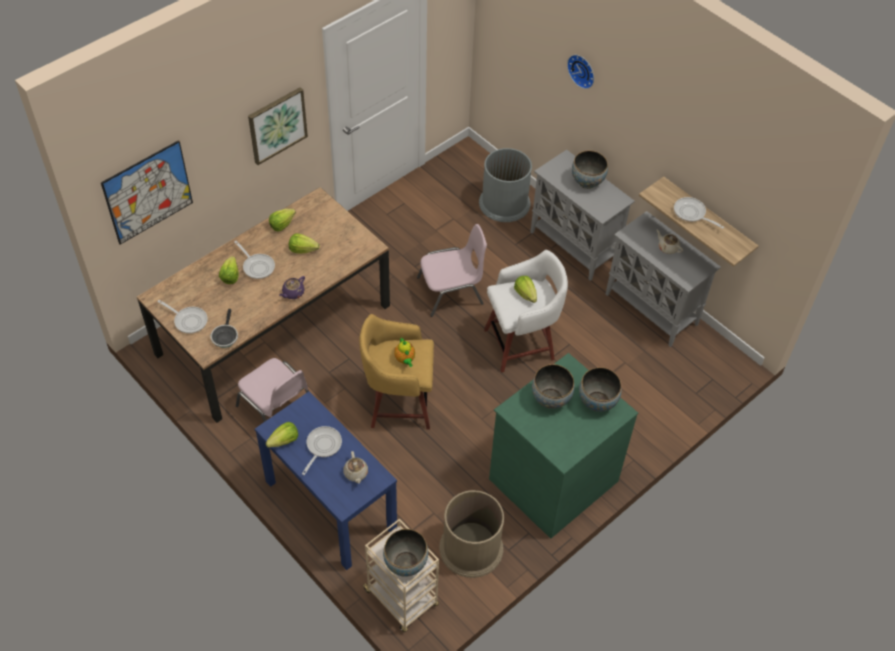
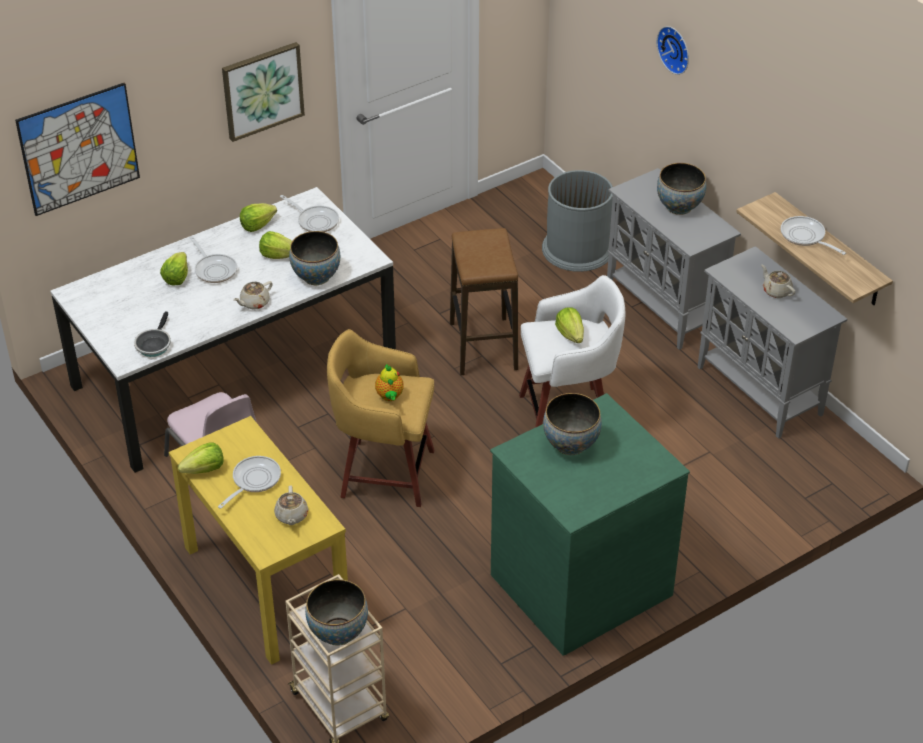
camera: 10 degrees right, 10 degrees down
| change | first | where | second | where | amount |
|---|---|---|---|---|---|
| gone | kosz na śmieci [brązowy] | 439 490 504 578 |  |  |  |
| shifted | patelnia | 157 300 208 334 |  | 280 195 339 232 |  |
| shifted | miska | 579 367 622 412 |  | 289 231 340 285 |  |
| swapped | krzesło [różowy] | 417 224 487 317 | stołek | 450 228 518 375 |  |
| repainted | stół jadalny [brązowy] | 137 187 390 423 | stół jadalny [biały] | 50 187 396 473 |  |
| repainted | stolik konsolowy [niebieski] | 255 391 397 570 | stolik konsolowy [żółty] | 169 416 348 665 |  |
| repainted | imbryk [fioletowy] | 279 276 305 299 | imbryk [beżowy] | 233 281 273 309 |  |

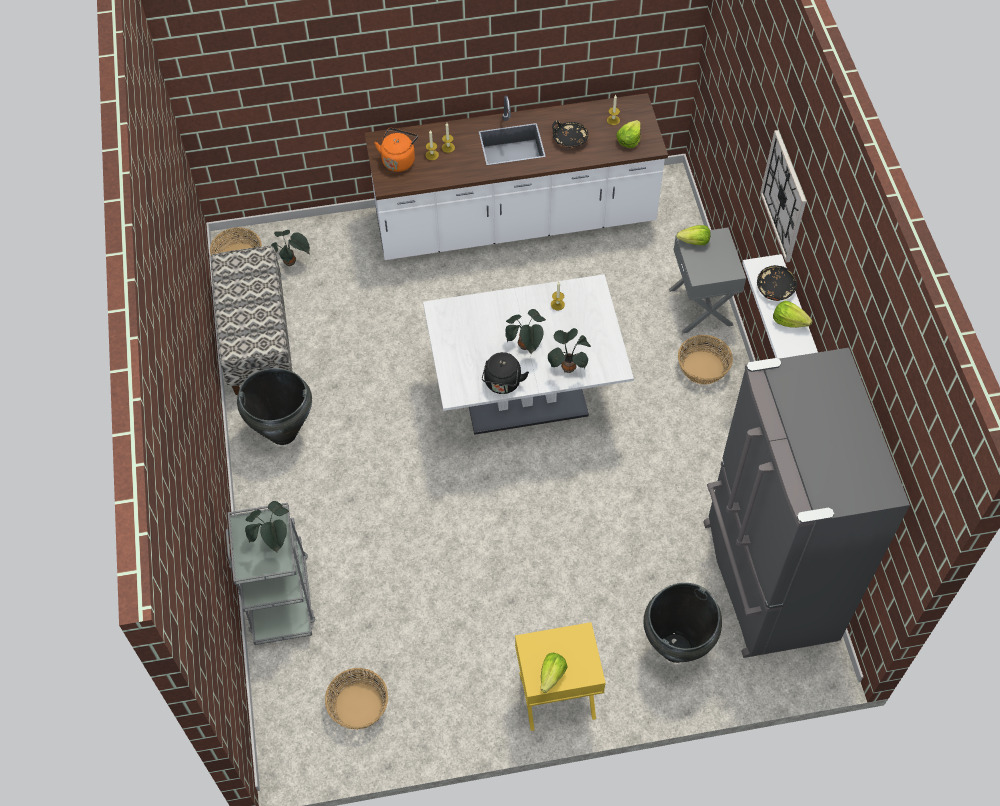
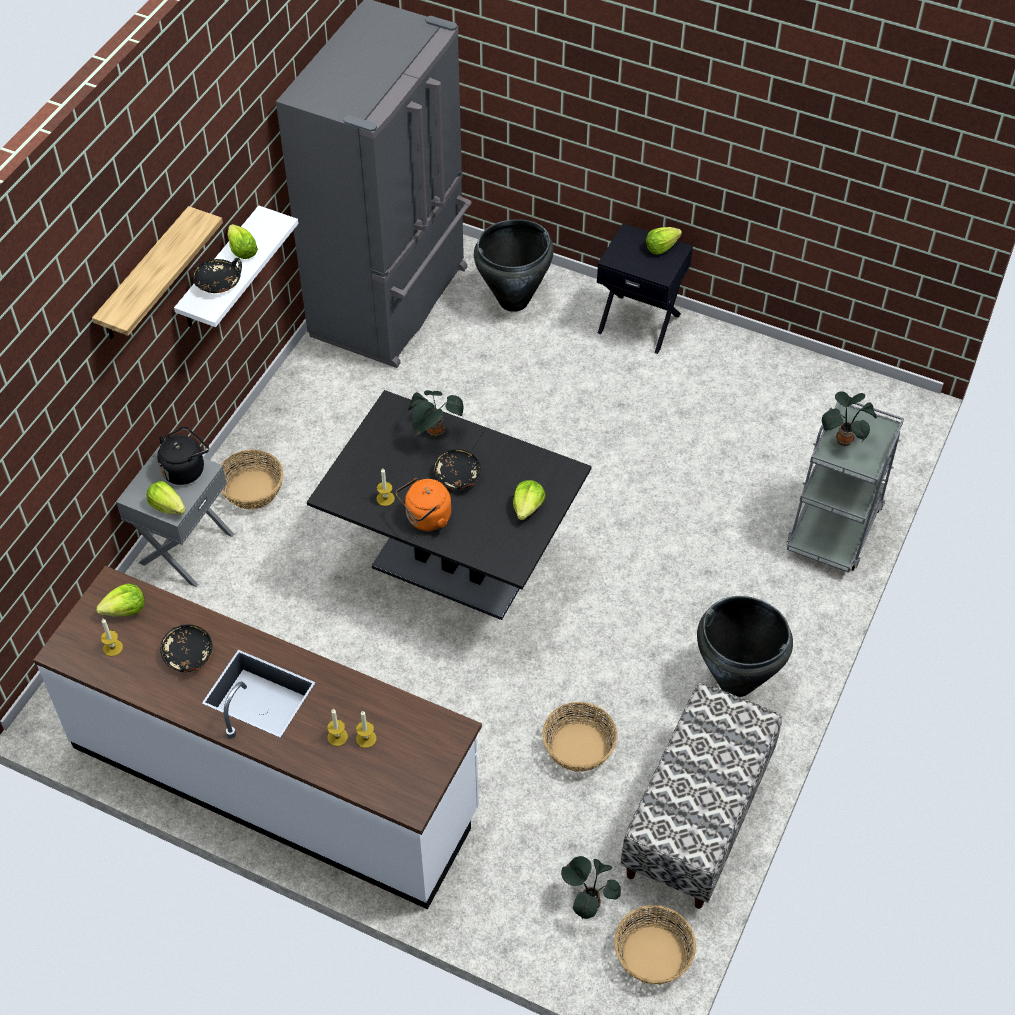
camera: 145 degrees left, 5 degrees down
| change | first | where | second | where | amount |
|---|---|---|---|---|---|
| new |  |  | sałata | 513 480 546 520 |  |
| shifted | koszyk | 325 668 388 730 |  | 542 702 618 772 |  |
| shifted | czajnik [pomarańczowy] | 374 128 418 172 |  | 396 478 451 531 |  |
| shifted | czajnik [czarny] | 482 352 529 394 |  | 157 426 209 485 |  |
| swapped | roślina doniczkowa | 505 309 546 355 | miska [czarny] | 434 449 481 490 |  |
| swapped | zegar ścienny | 760 130 806 263 | półka | 92 206 223 339 |  |
| repainted | stół jadalny [biały] | 423 274 634 435 | stół jadalny [czarny] | 307 390 591 620 |  |
| repainted | szafka nocna [żółty] | 515 622 606 731 | szafka nocna [czarny] | 597 223 693 354 |  |

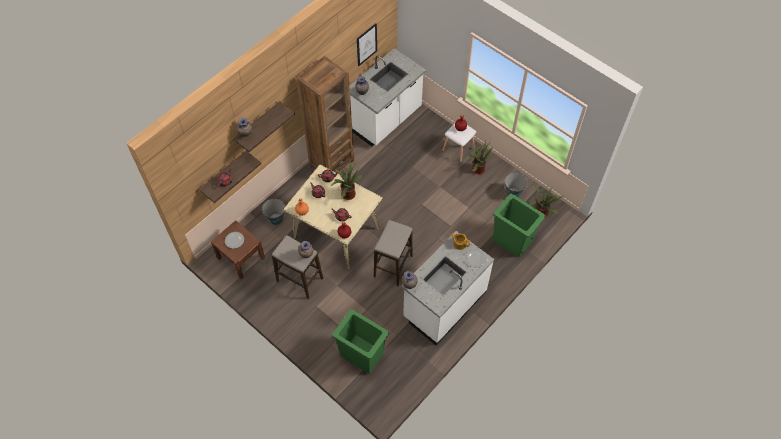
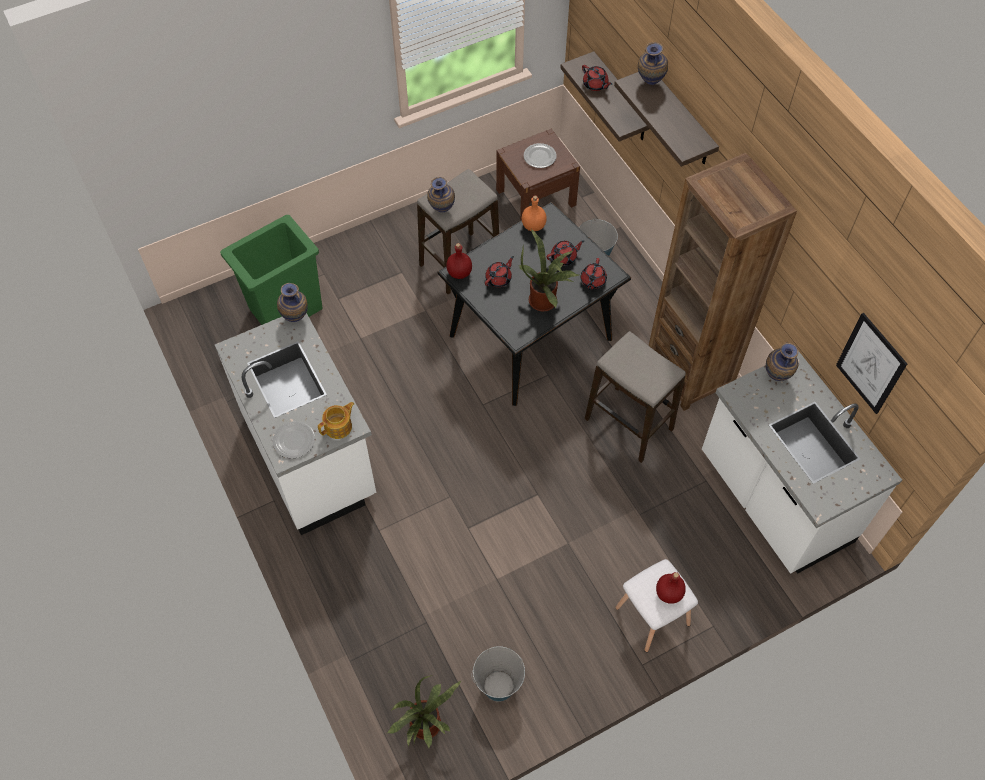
camera: 110 degrees right, 0 degrees up
| change | first | where | second | where | amount |
|---|---|---|---|---|---|
| gone | roślina doniczkowa | 466 140 494 175 |  |  |  |
| gone | kosz na śmieci [zielony] | 493 194 546 258 |  |  |  |
| shifted | stołek | 374 220 413 286 |  | 585 331 686 463 |  |
| repainted | stół jadalny [beżowy] | 283 165 383 269 | stół jadalny [czarny] | 438 202 631 406 |  |

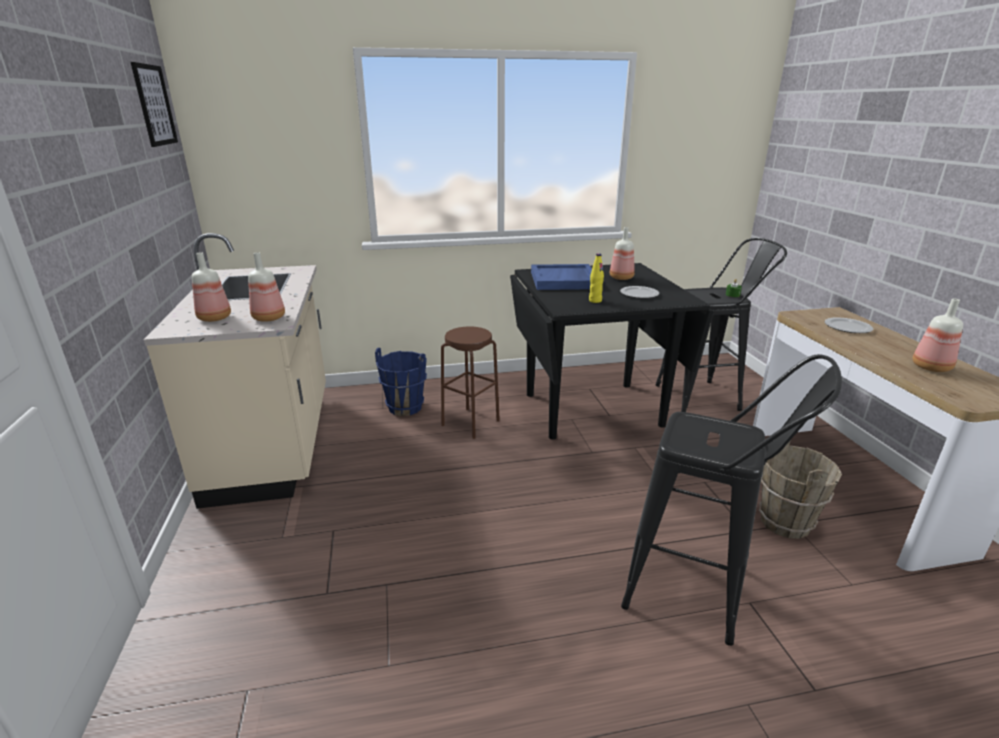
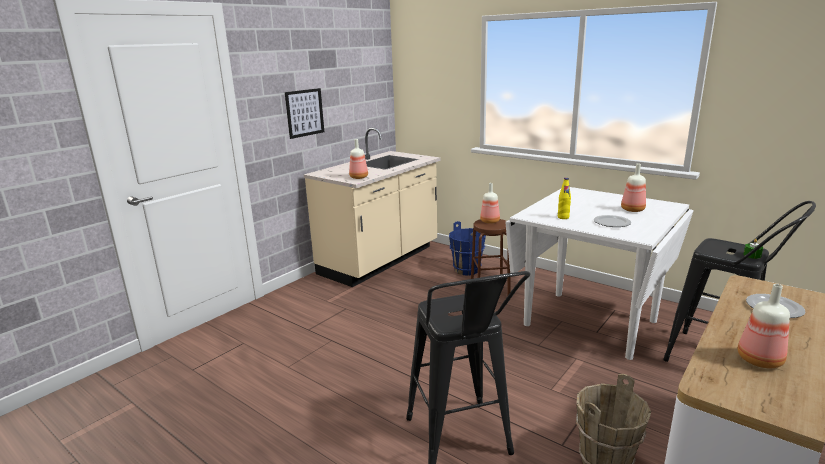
camera: 50 degrees right, 5 degrees down
| change | first | where | second | where | amount |
|---|---|---|---|---|---|
| gone | taca [niebieski] | 531 264 592 290 |  |  |  |
| shifted | obraz | 131 62 178 147 |  | 285 88 324 139 |  |
| shifted | butelka | 192 252 231 322 |  | 480 183 500 224 |  |
| repainted | stół jadalny [czarny] | 510 263 714 440 | stół jadalny [biały] | 505 187 694 360 |  |

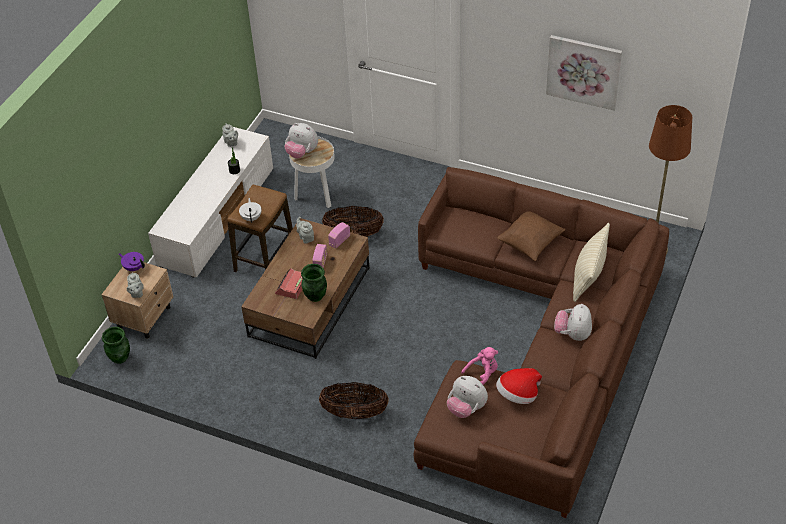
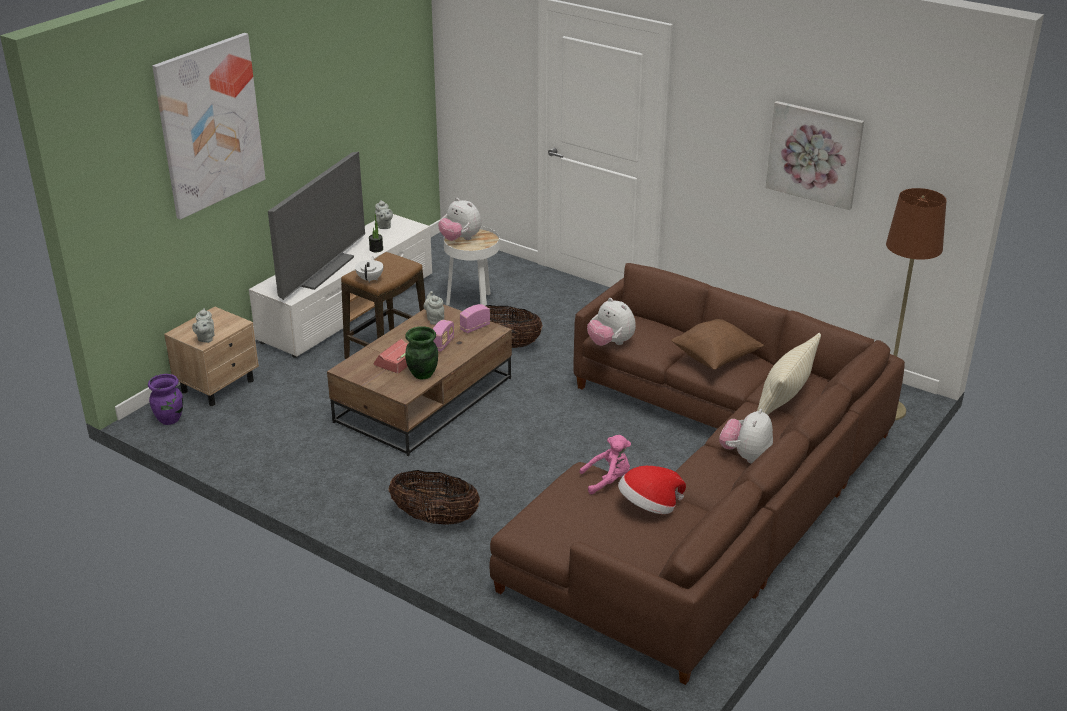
camera: 10 degrees right, 15 degrees down
| change | first | where | second | where | amount |
|---|---|---|---|---|---|
| gone | imbryk [fioletowy] | 119 252 145 272 |  |  |  |
| new |  |  | obraz | 152 33 265 220 |  |
| new |  |  | telewizor | 268 152 365 300 |  |
| shifted | pluszak | 447 376 488 418 |  | 587 298 636 346 |  |
| repainted | wazon [zielony] | 102 327 130 364 | wazon [fioletowy] | 148 374 183 425 |  |

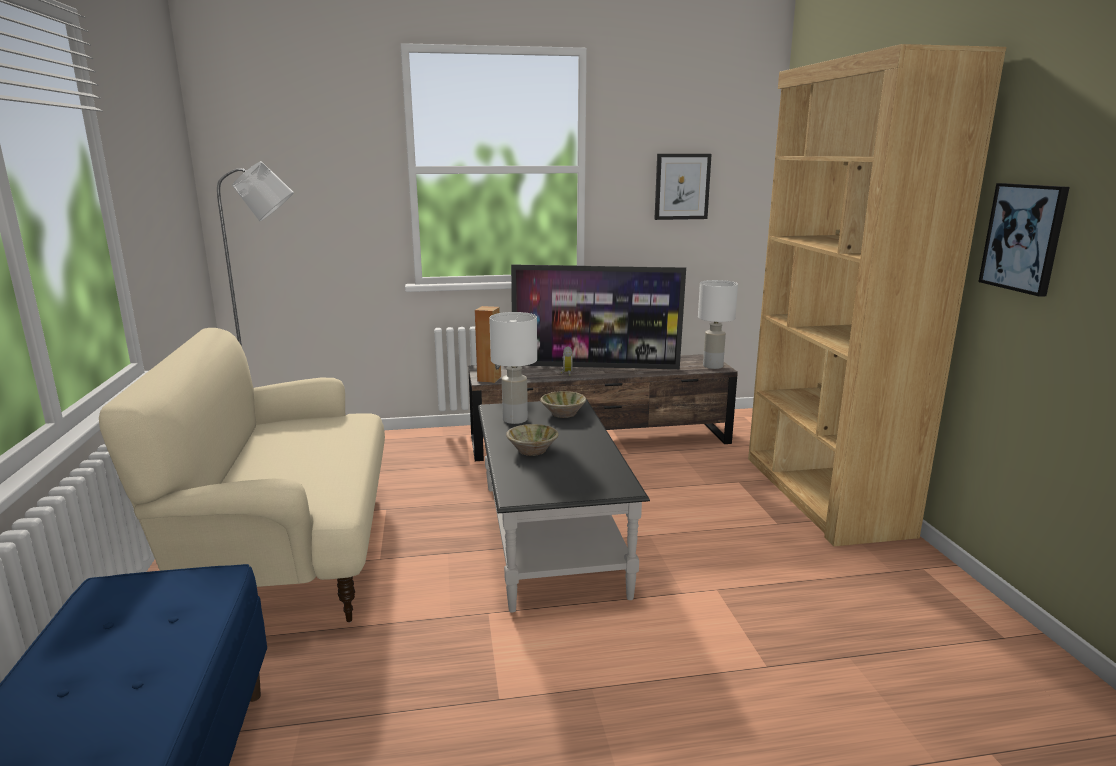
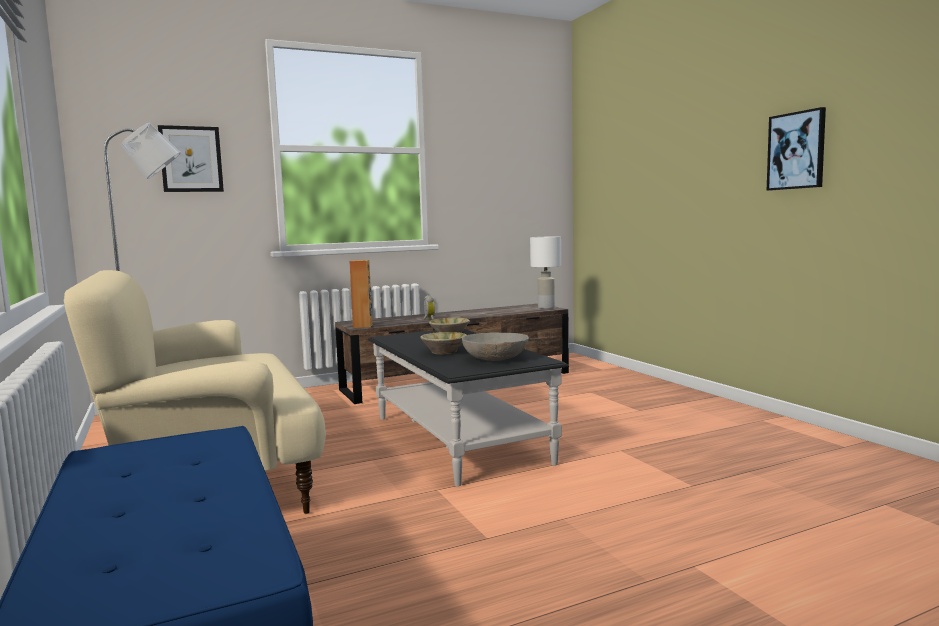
camera: 15 degrees left, 10 degrees down
| change | first | where | second | where | amount |
|---|---|---|---|---|---|
| gone | lampa stołowa [biały] | 489 312 537 424 |  |  |  |
| gone | telewizor | 511 264 686 369 |  |  |  |
| gone | regał [brązowy] | 748 44 1006 546 |  |  |  |
| new |  |  | miska [szary] | 462 332 529 361 |  |
| shifted | obraz | 654 154 712 220 |  | 158 125 224 192 |  |

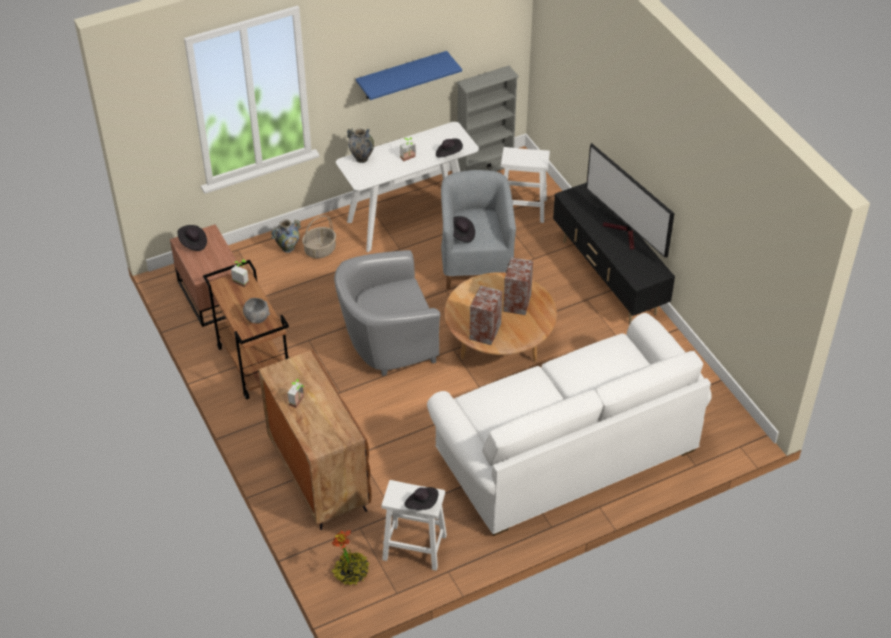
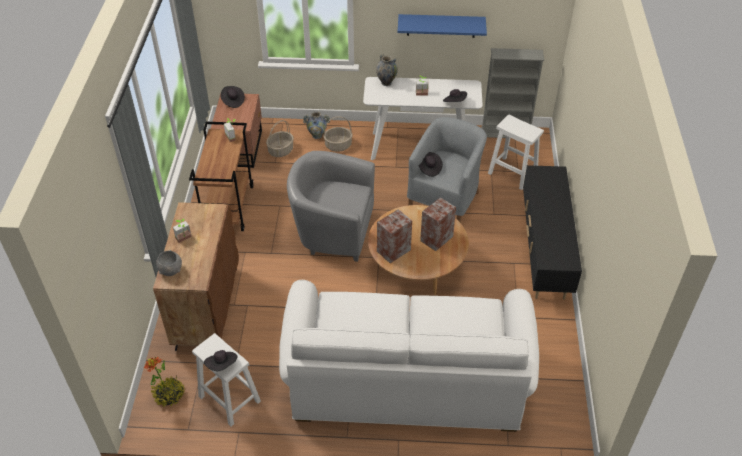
camera: 30 degrees right, 0 degrees up
| change | first | where | second | where | amount |
|---|---|---|---|---|---|
| gone | telewizor | 586 143 675 258 |  |  |  |
| new |  |  | koszyk | 266 120 294 157 |  |
| shifted | miska [szary] | 243 298 270 324 |  | 156 250 182 276 |  |

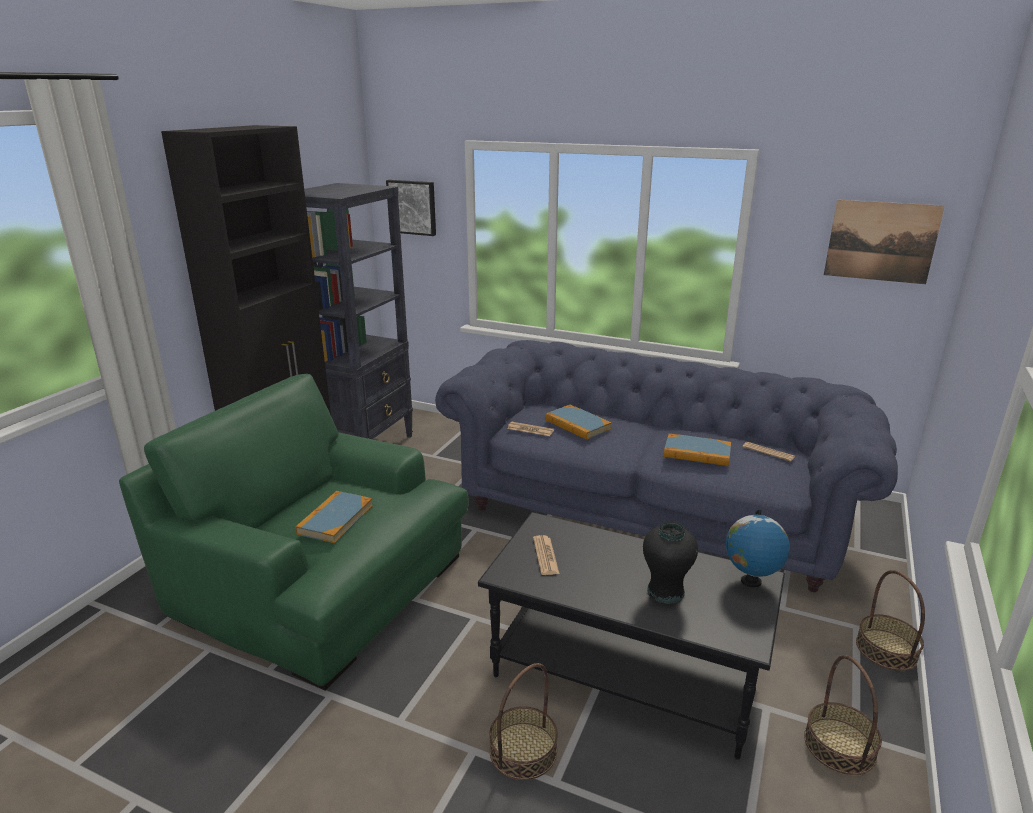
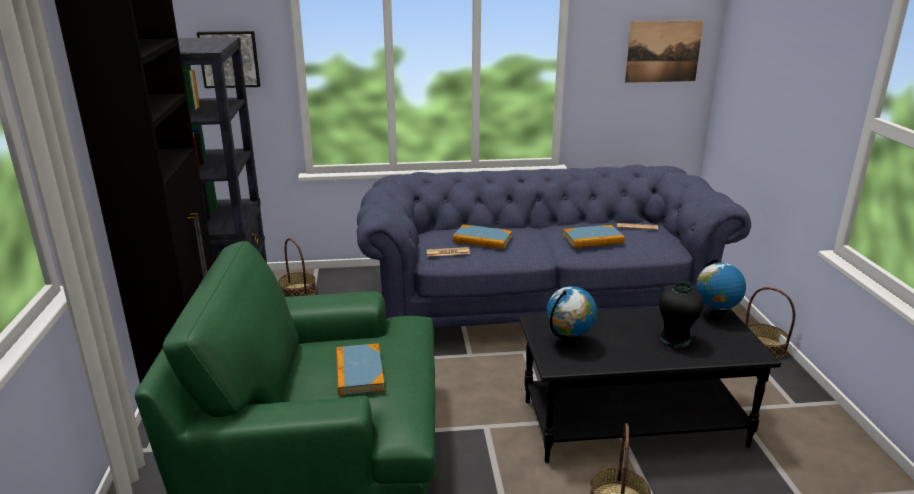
camera: 30 degrees left, 0 degrees up
| change | first | where | second | where | amount |
|---|---|---|---|---|---|
| shifted | koszyk | 804 655 882 775 |  | 278 238 317 297 |  |
| swapped | gazeta | 533 535 560 575 | globus | 546 286 597 347 |  |

